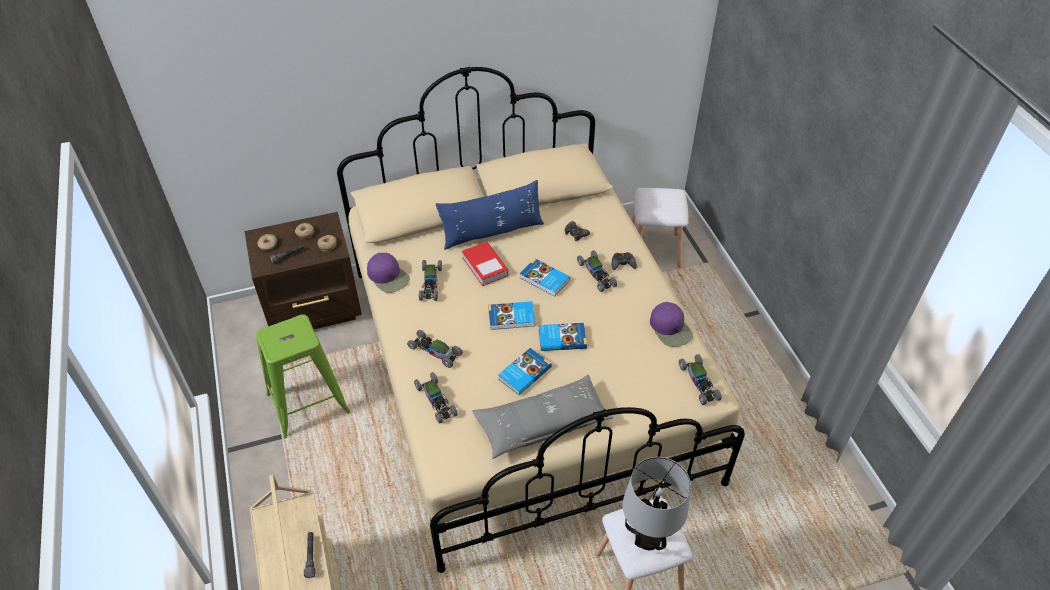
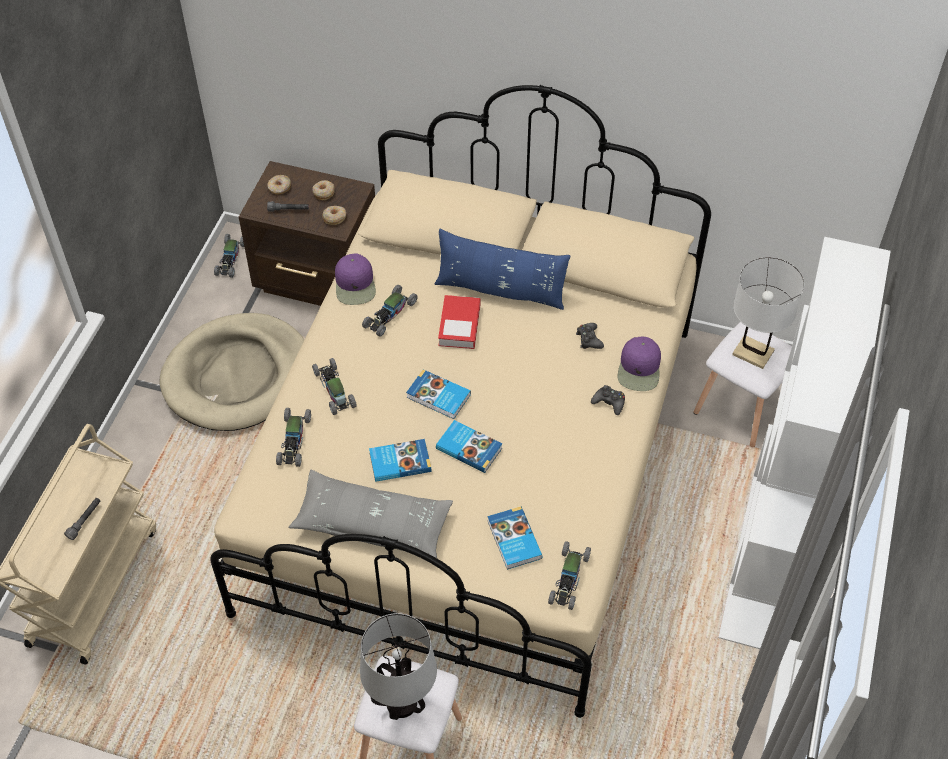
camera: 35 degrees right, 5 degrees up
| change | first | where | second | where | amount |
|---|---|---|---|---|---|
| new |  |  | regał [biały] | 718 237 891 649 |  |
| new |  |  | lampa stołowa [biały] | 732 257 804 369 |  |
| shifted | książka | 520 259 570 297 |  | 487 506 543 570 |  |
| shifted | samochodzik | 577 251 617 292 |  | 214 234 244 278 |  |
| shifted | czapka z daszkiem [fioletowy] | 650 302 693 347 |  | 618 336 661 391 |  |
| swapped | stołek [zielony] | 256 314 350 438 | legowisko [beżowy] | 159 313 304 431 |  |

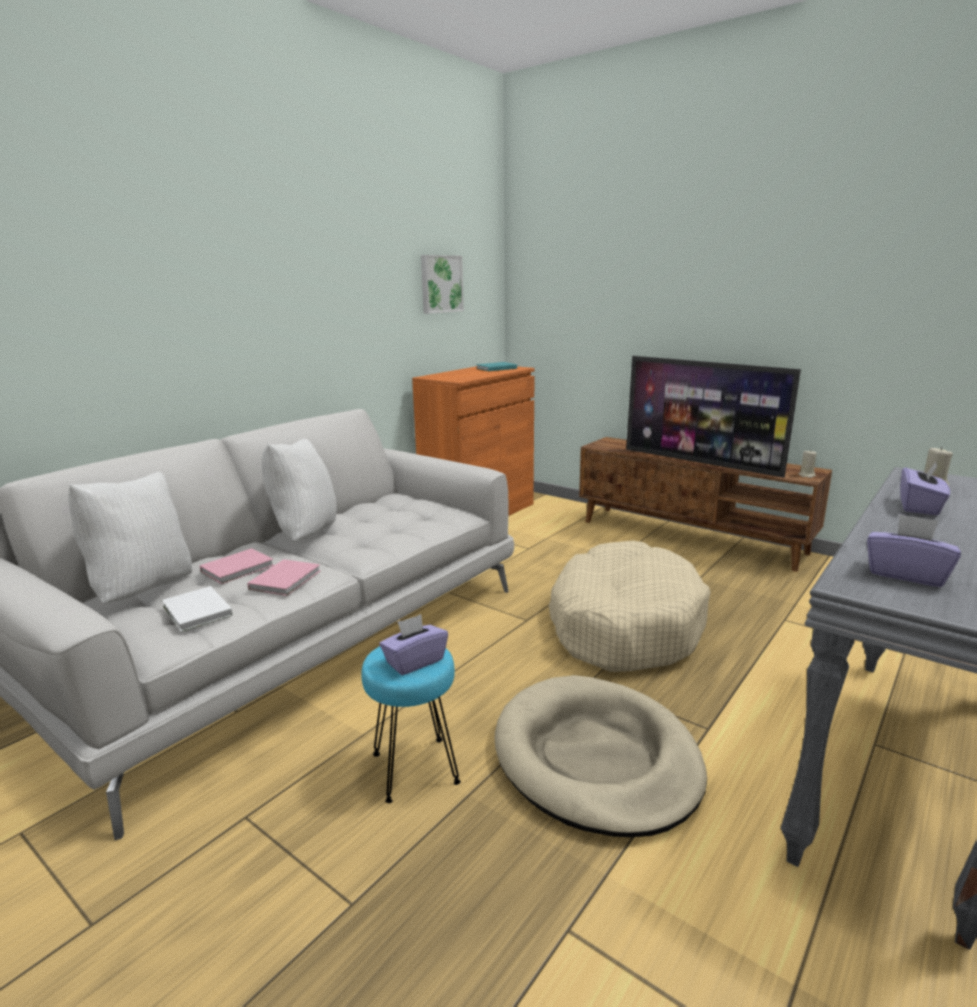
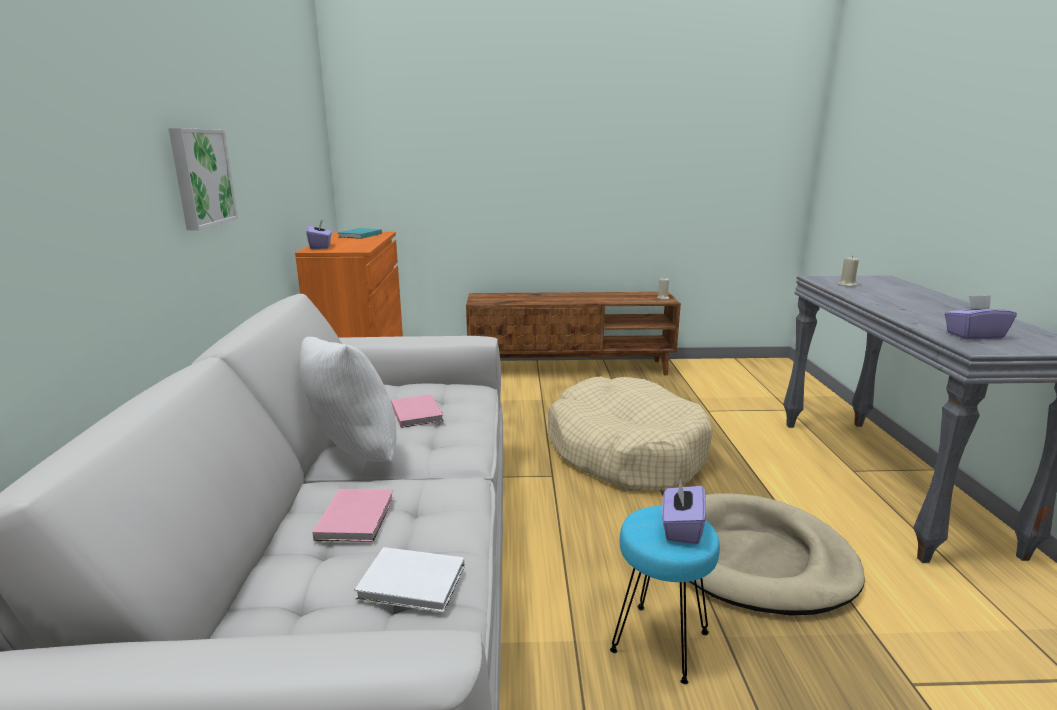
camera: 40 degrees left, 0 degrees up
| change | first | where | second | where | amount |
|---|---|---|---|---|---|
| gone | poduszka [biały] | 68 472 192 604 |  |  |  |
| gone | telewizor | 626 356 801 478 |  |  |  |
| shifted | książka [różowy] | 247 559 321 596 |  | 391 394 444 428 |  |
| shifted | obraz | 421 255 464 314 |  | 168 128 238 230 |  |
| shifted | pudełko chusteczek [fioletowy] | 900 462 950 515 |  | 306 220 332 249 |  |

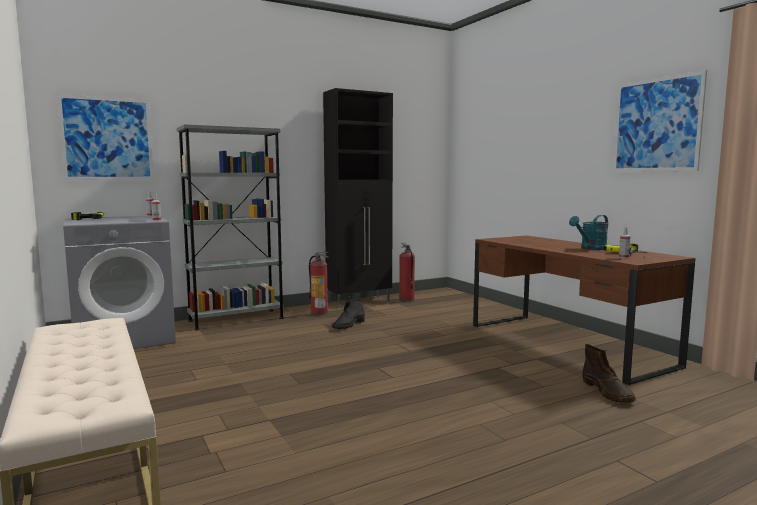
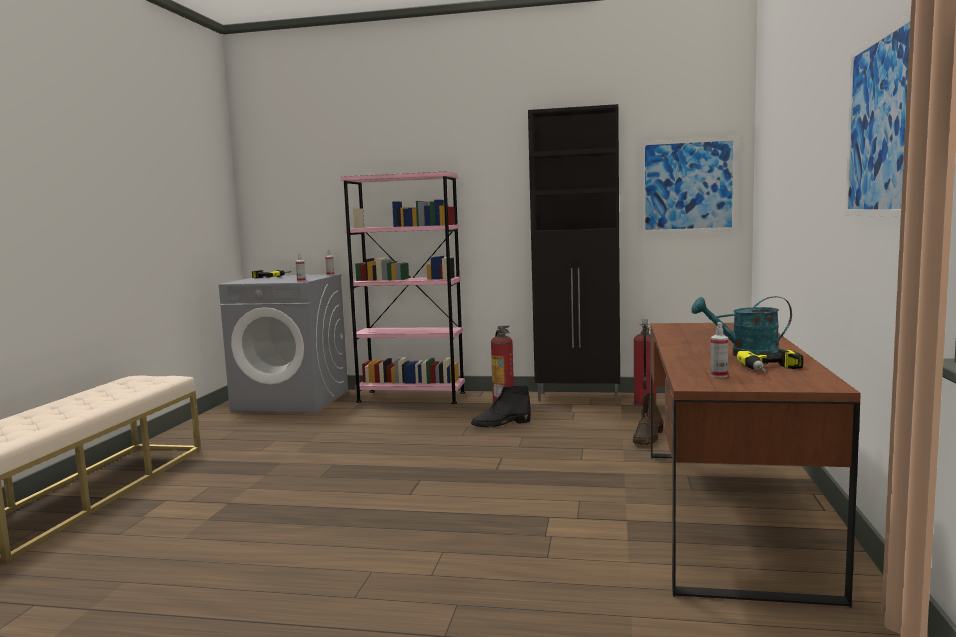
camera: 40 degrees right, 0 degrees up
| change | first | where | second | where | amount |
|---|---|---|---|---|---|
| shifted | obraz | 57 94 154 180 |  | 641 137 737 233 |  |
| shifted | but z cholewką [brązowy] | 582 344 636 403 |  | 633 392 664 445 |  |
| repainted | regał [szary] | 177 124 284 330 | regał [różowy] | 341 171 465 404 |  |

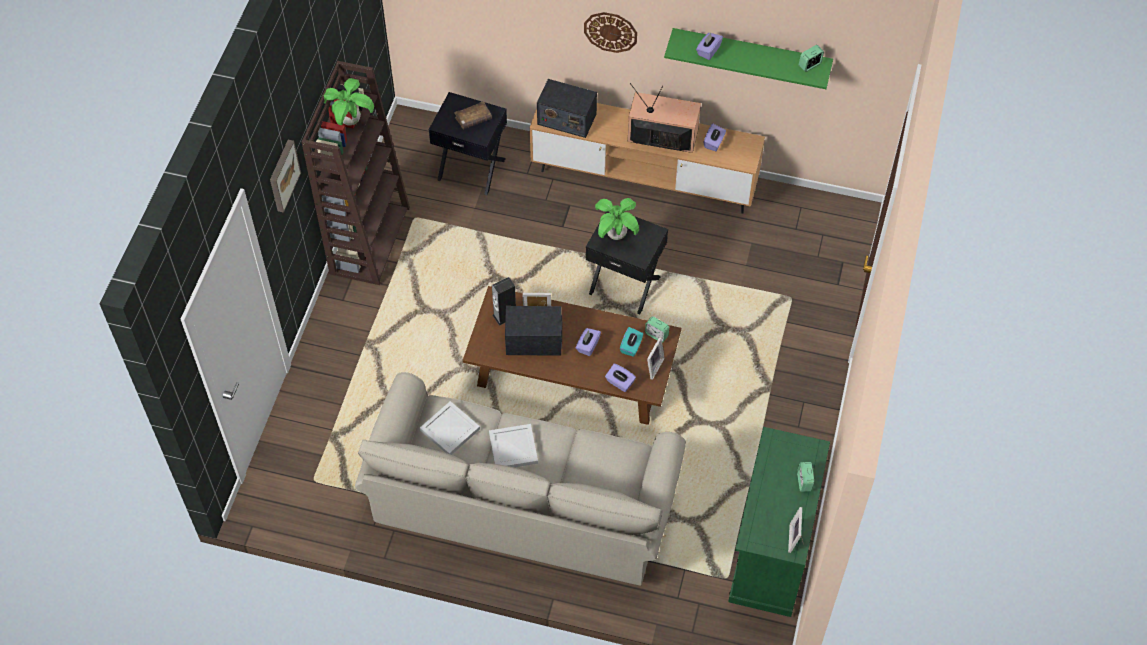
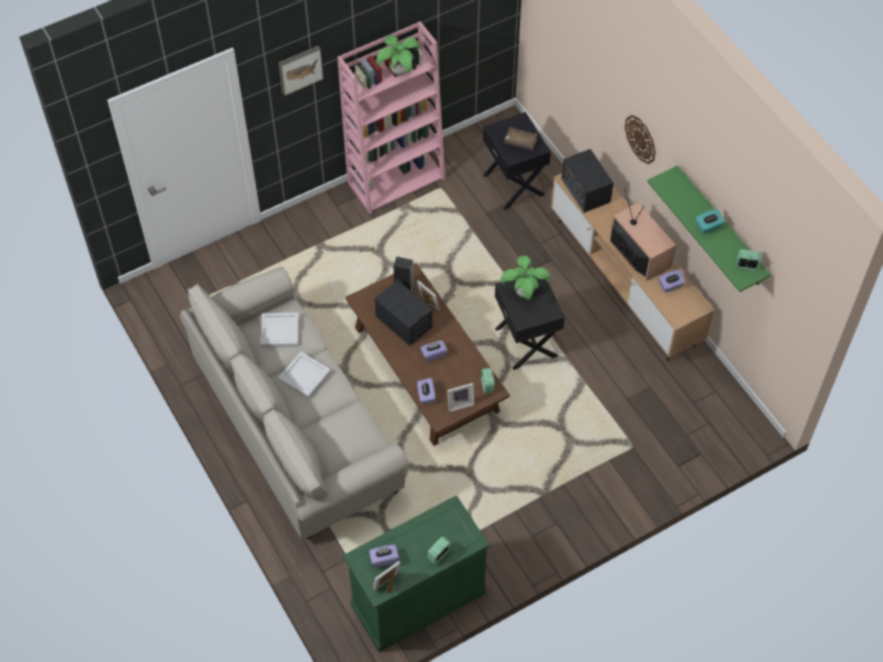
camera: 45 degrees right, 0 degrees up
| change | first | where | second | where | amount |
|---|---|---|---|---|---|
| shifted | pudełko chusteczek [turkusowy] | 620 327 643 357 |  | 695 209 725 234 |  |
| shifted | pudełko chusteczek [fioletowy] | 696 33 723 60 |  | 369 545 399 568 |  |
| repainted | regał [brązowy] | 301 61 410 285 | regał [różowy] | 337 21 445 214 |  |

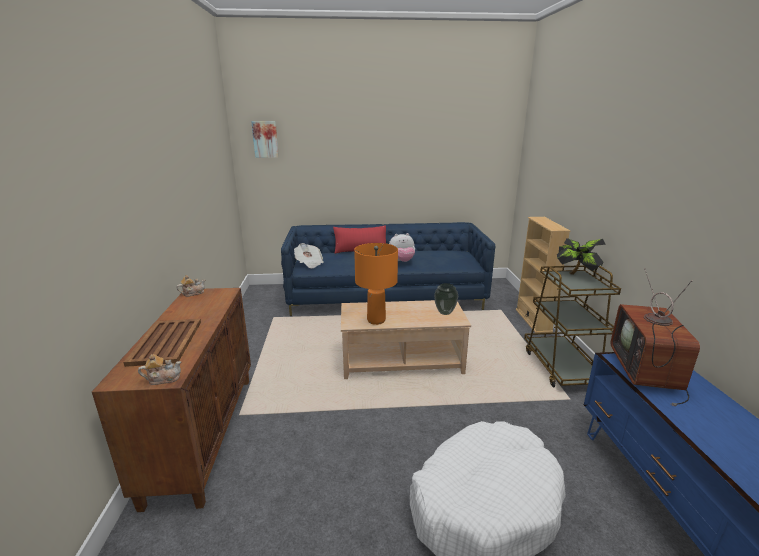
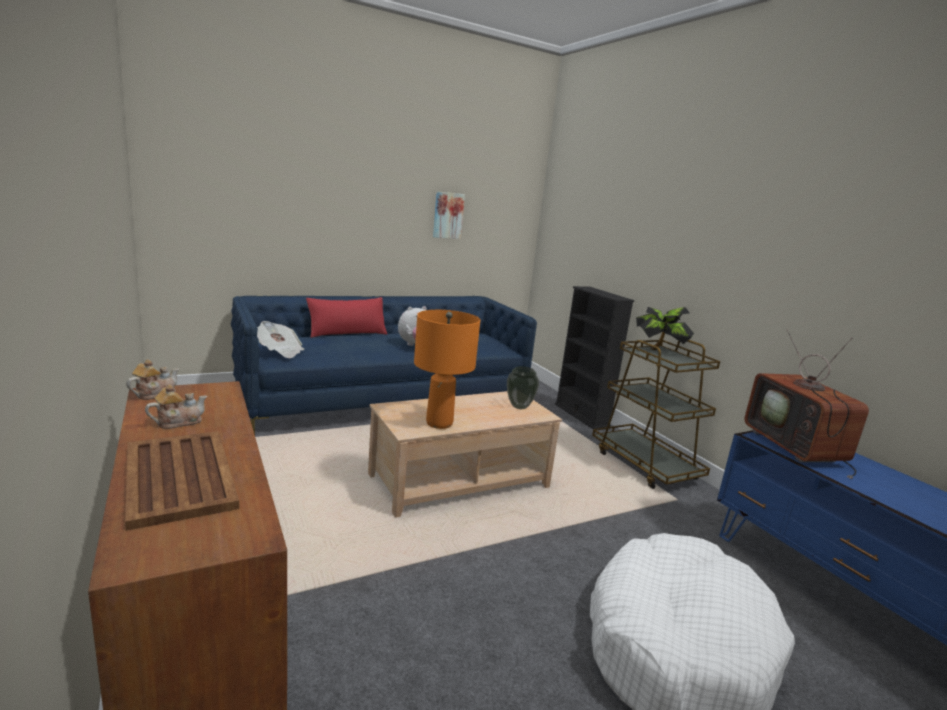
camera: 25 degrees left, 5 degrees down
| change | first | where | second | where | amount |
|---|---|---|---|---|---|
| shifted | imbryk | 138 354 181 385 |  | 145 384 207 429 |  |
| shifted | obraz | 251 121 279 158 |  | 433 191 465 239 |  |
| repainted | regał [beżowy] | 516 217 570 333 | regał [czarny] | 555 286 634 429 |  |

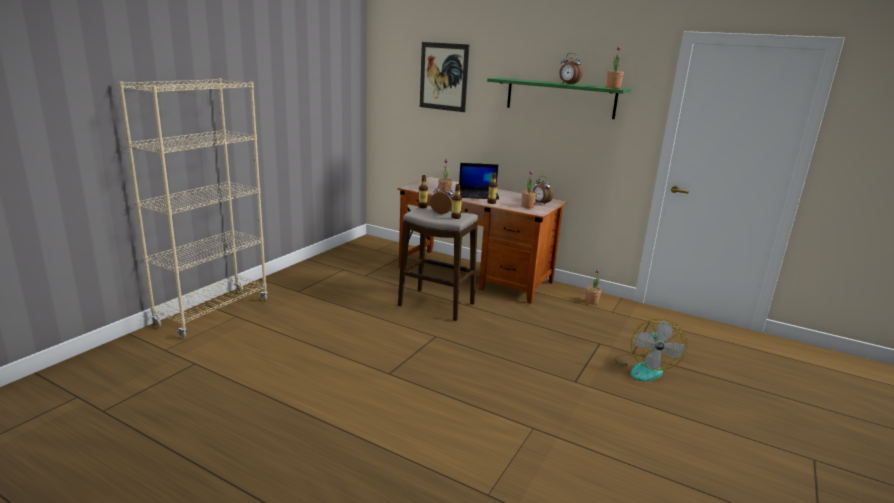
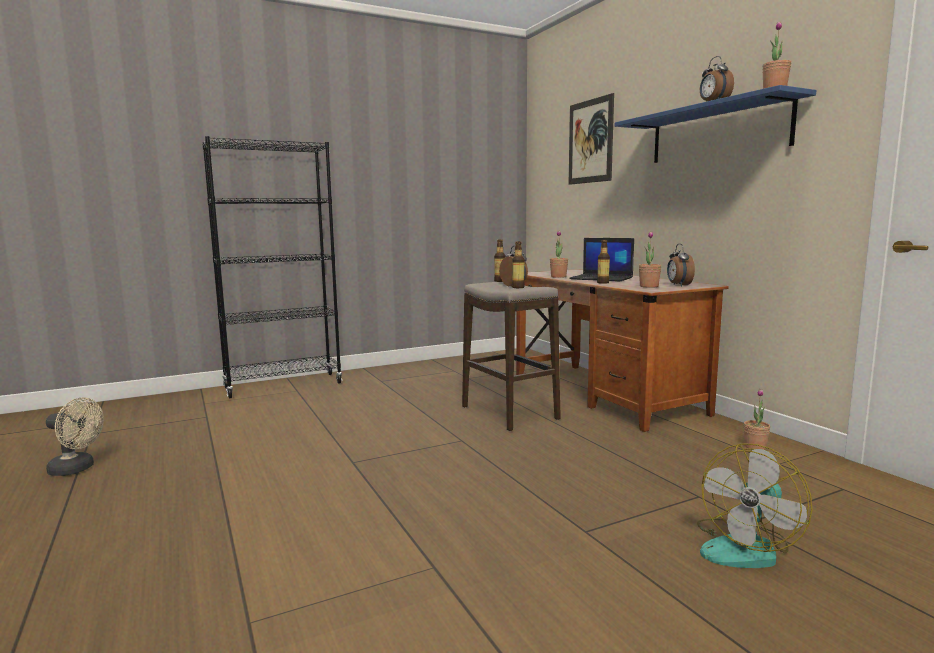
camera: 35 degrees right, 10 degrees down
| change | first | where | second | where | amount |
|---|---|---|---|---|---|
| new |  |  | wentylator [beżowy] | 46 397 104 476 |  |
| repainted | regał [beżowy] | 118 78 268 339 | regał [czarny] | 202 136 342 398 |  |
| repainted | półka [zielony] | 487 78 631 119 | półka [niebieski] | 615 85 816 163 |  |

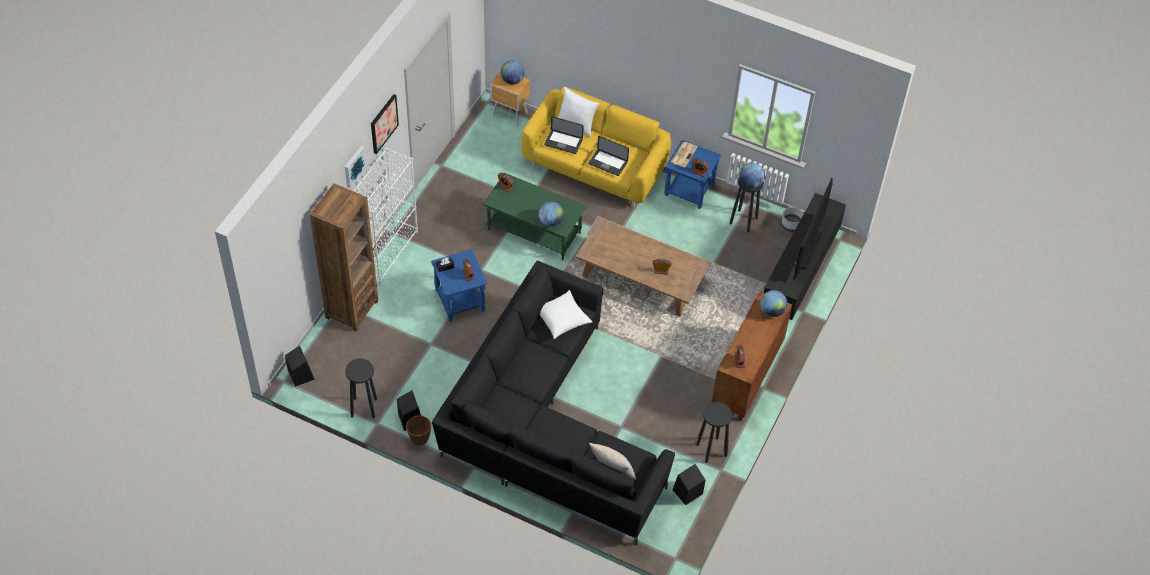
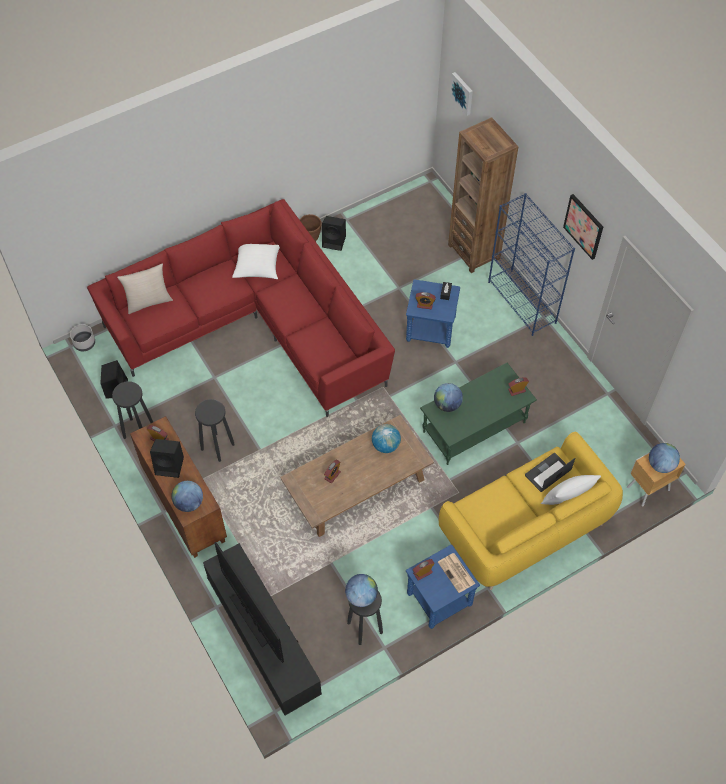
camera: 125 degrees right, 5 degrees up
| change | first | where | second | where | amount |
|---|---|---|---|---|---|
| gone | laptop | 588 136 629 176 |  |  |  |
| new |  |  | globus | 372 424 401 453 |  |
| shifted | głośnik [czarny] | 285 346 315 387 |  | 150 439 184 478 |  |
| shifted | obraz | 345 146 367 188 |  | 450 72 473 116 |  |
| shifted | stołek [czarny] | 345 358 377 418 |  | 195 399 235 462 |  |
| shifted | poduszka [biały] | 540 290 592 339 |  | 232 244 280 279 |  |
| shifted | donica [szary] | 781 207 804 232 |  | 70 324 95 351 |  |
| repainted | regał [biały] | 354 148 418 285 | regał [niebieski] | 488 193 575 336 |  |
| repainted | kanapa [czarny] | 432 261 675 545 | kanapa [czerwony] | 87 199 395 417 |  |

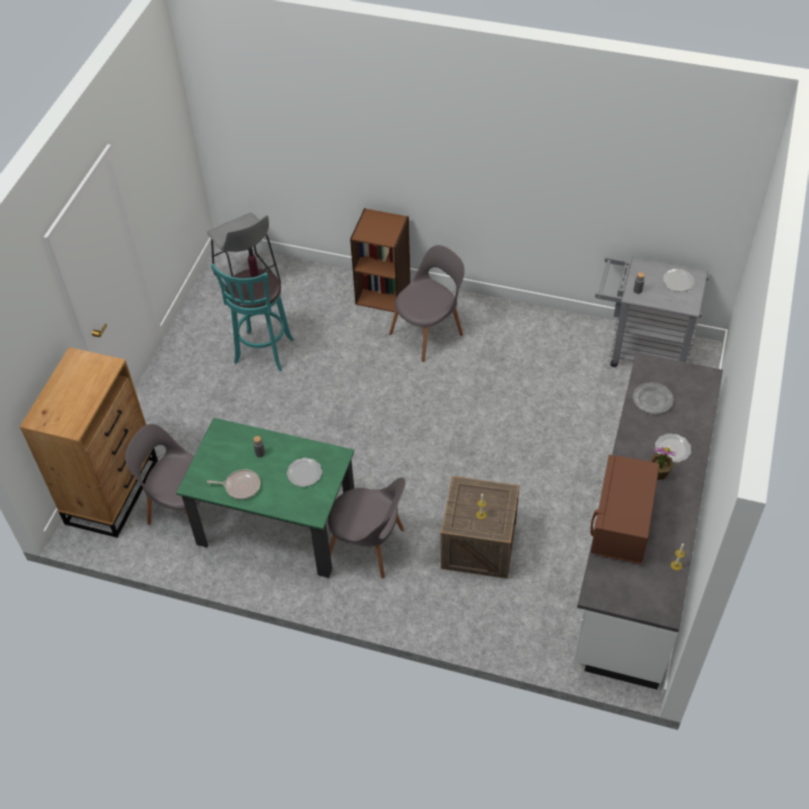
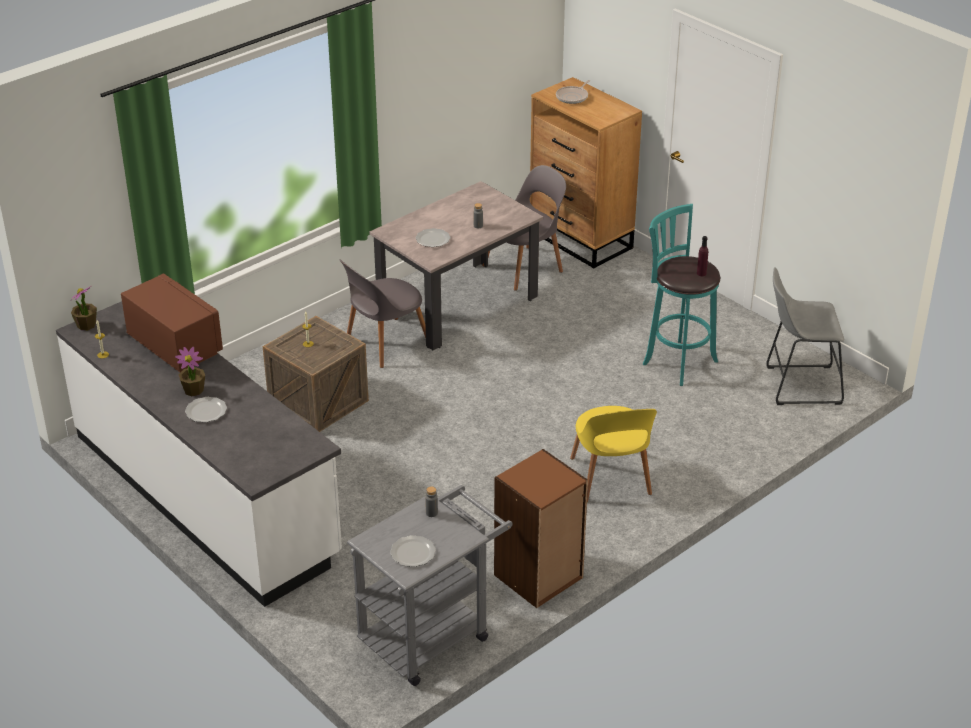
camera: 120 degrees right, 15 degrees down
| change | first | where | second | where | amount |
|---|---|---|---|---|---|
| gone | talerz [szary] | 633 382 674 414 |  |  |  |
| new |  |  | roślina doniczkowa | 70 286 97 330 |  |
| shifted | patelnia | 207 469 261 499 |  | 556 80 590 104 |  |
| shifted | regał [brązowy] | 350 208 411 312 |  | 494 449 588 608 |  |
| repainted | stół jadalny [zielony] | 176 418 354 578 | stół jadalny [beżowy] | 369 181 544 350 |  |
| repainted | krzesło [szary] | 389 245 465 362 | krzesło [żółty] | 570 406 657 502 |  |

